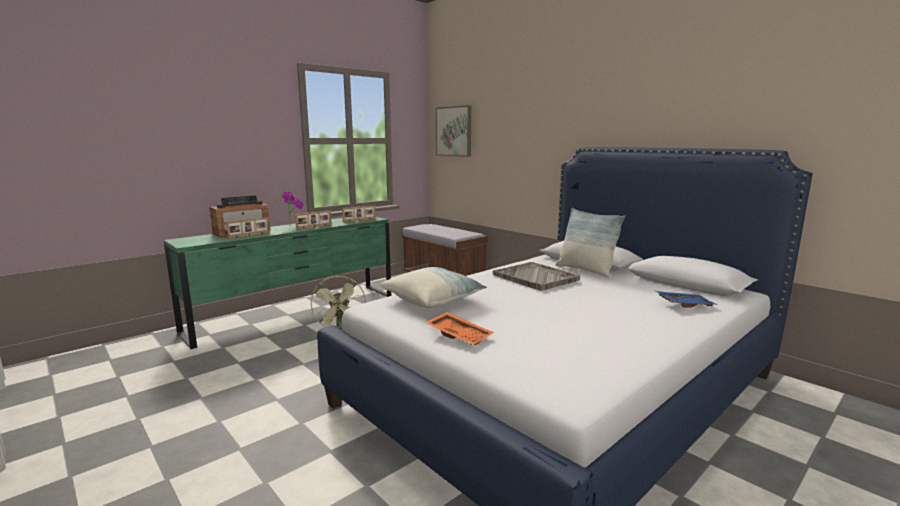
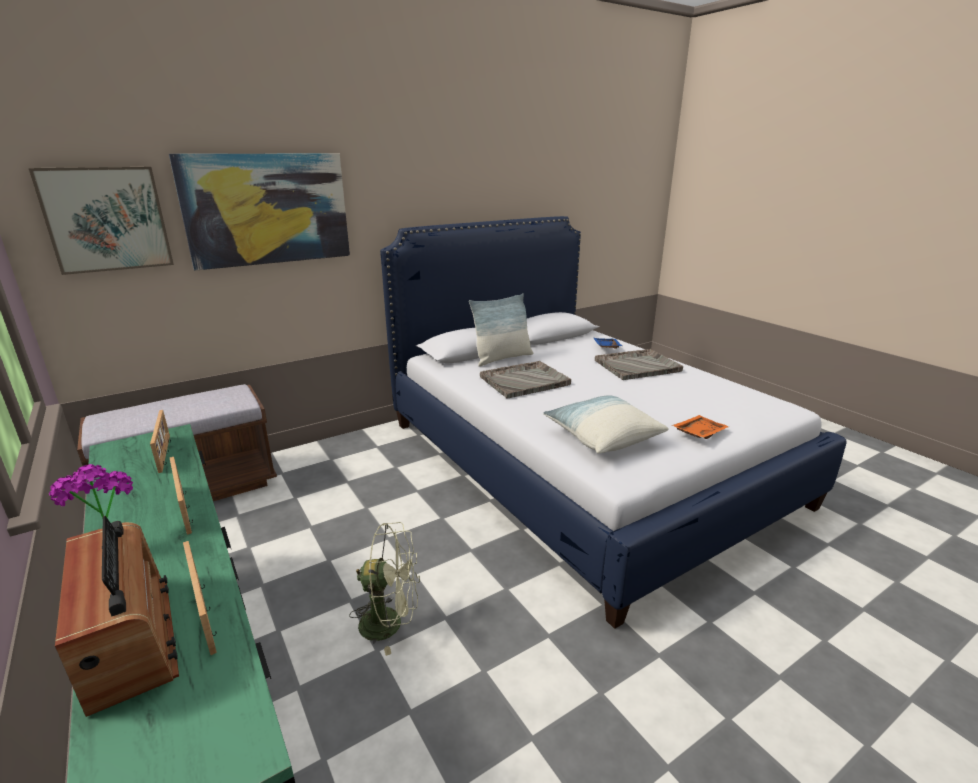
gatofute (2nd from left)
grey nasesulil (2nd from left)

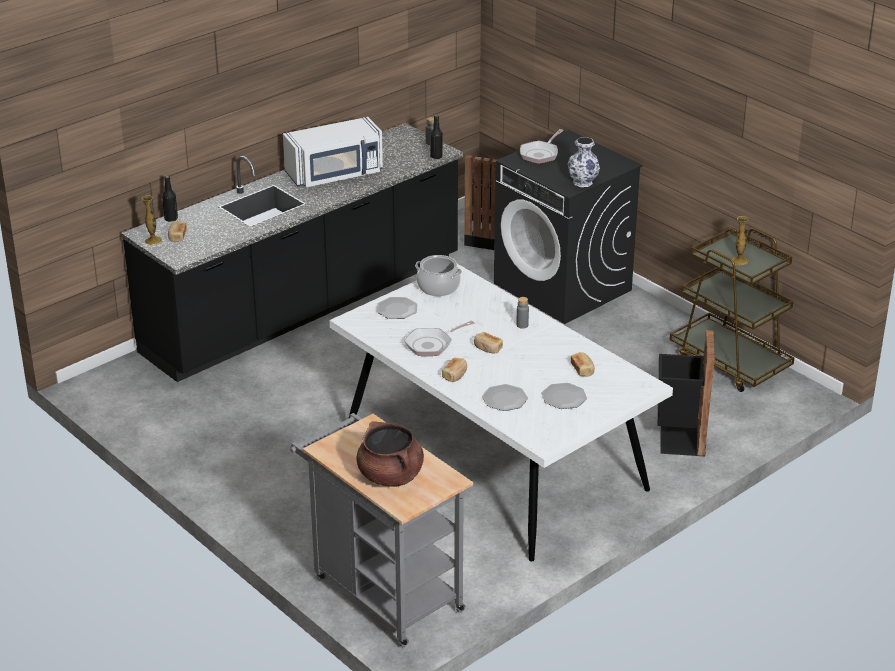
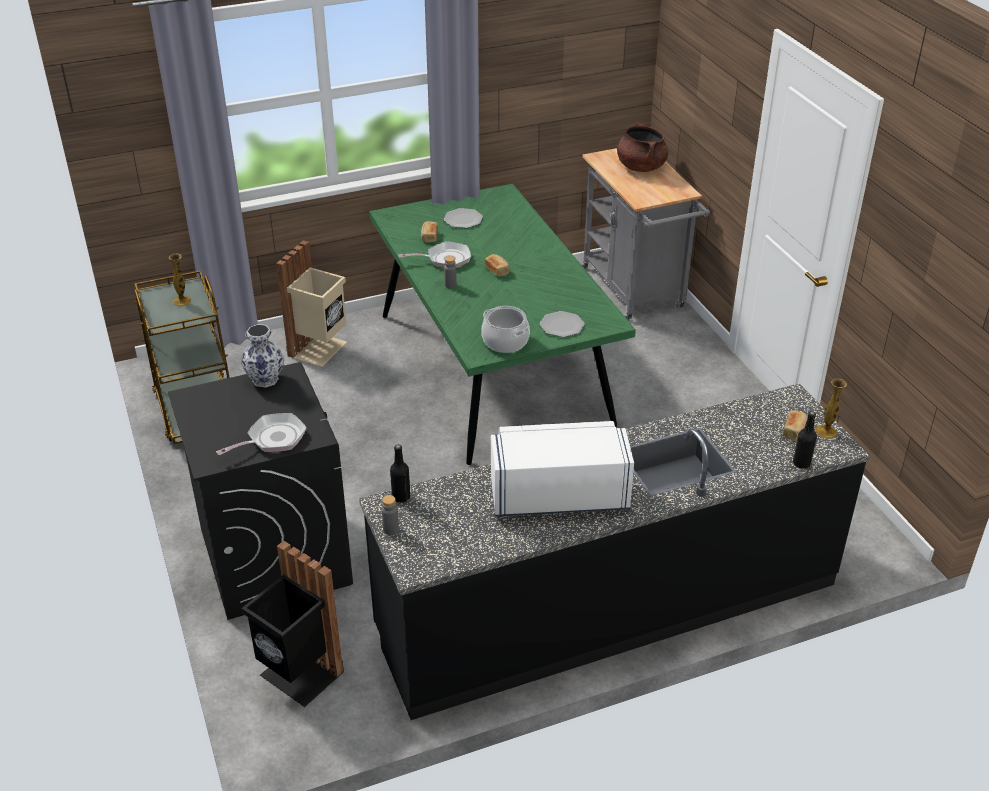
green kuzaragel
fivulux (2nd from left)
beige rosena
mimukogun (2nd from left in the first image)
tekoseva (2nd from left in the first image)

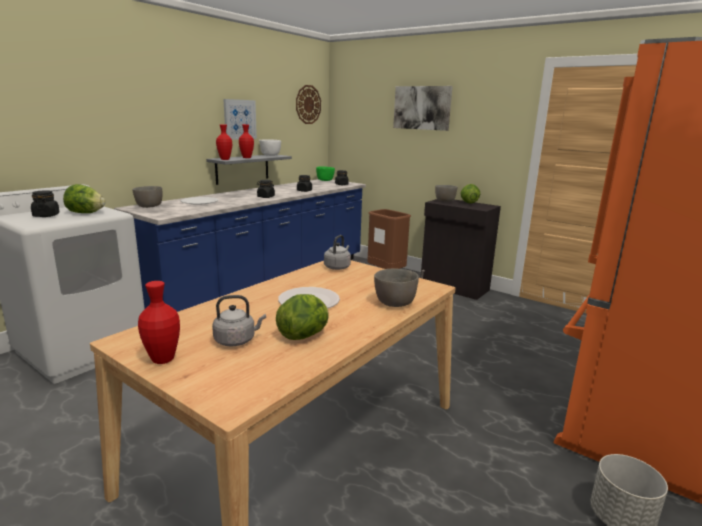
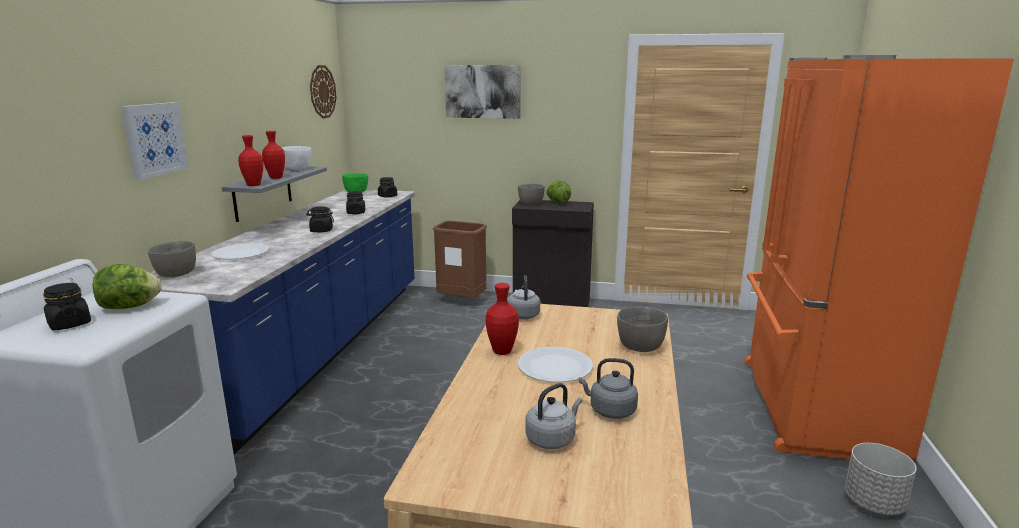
gatofute (1st from left)
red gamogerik (3rd from left)
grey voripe (3rd from left)

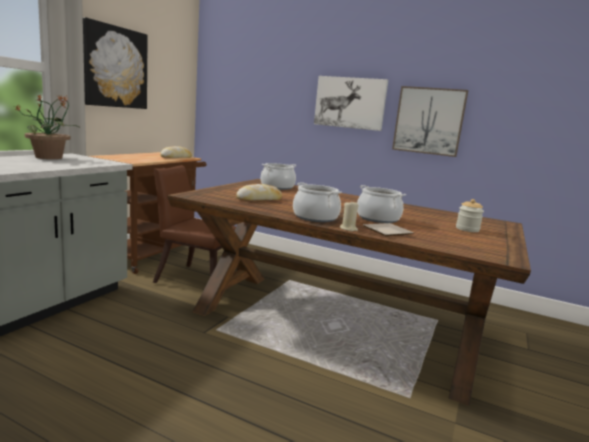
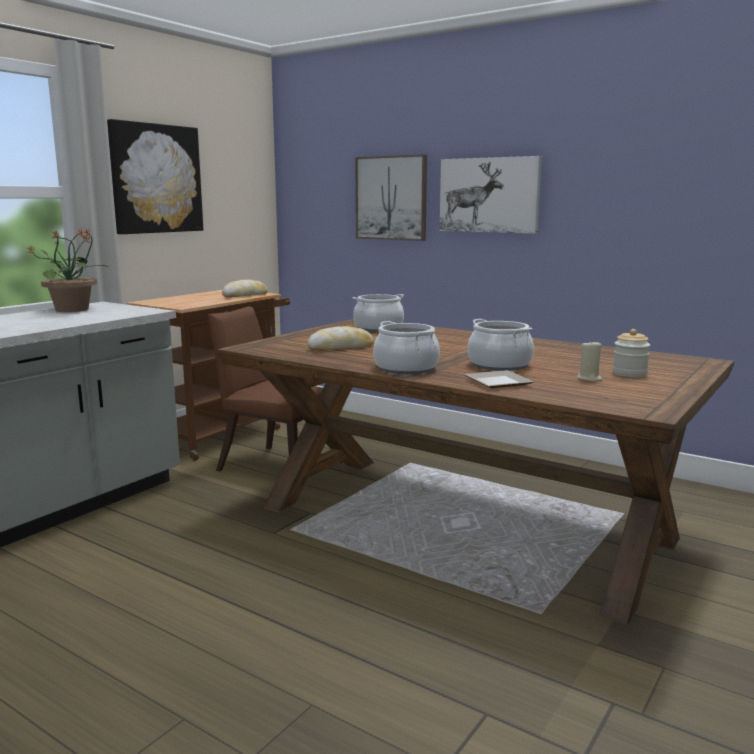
gatofute (2nd from left)
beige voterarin

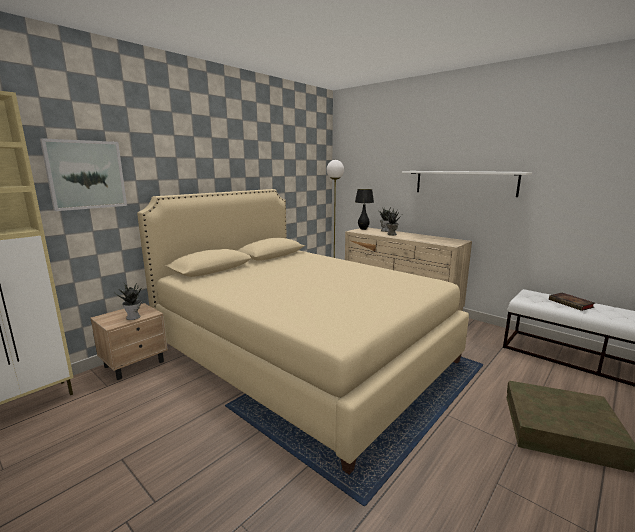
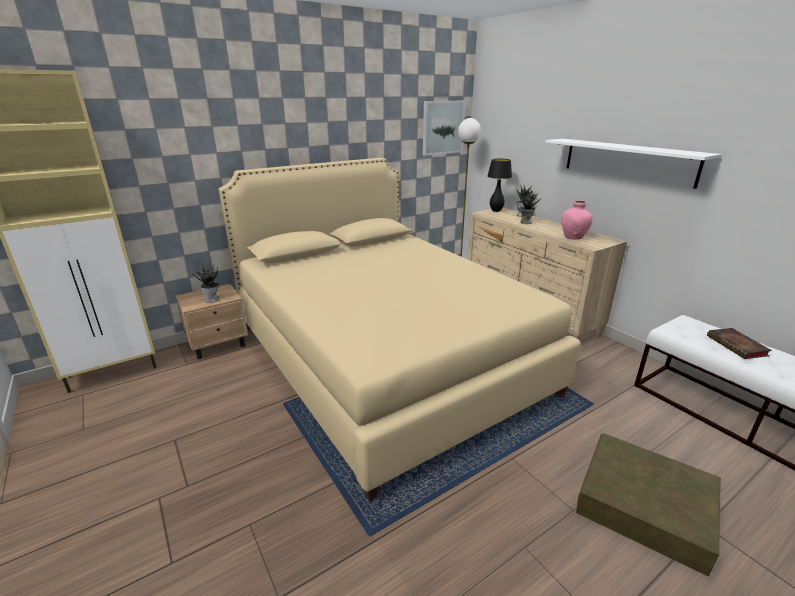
gatofute
pink gamogerik

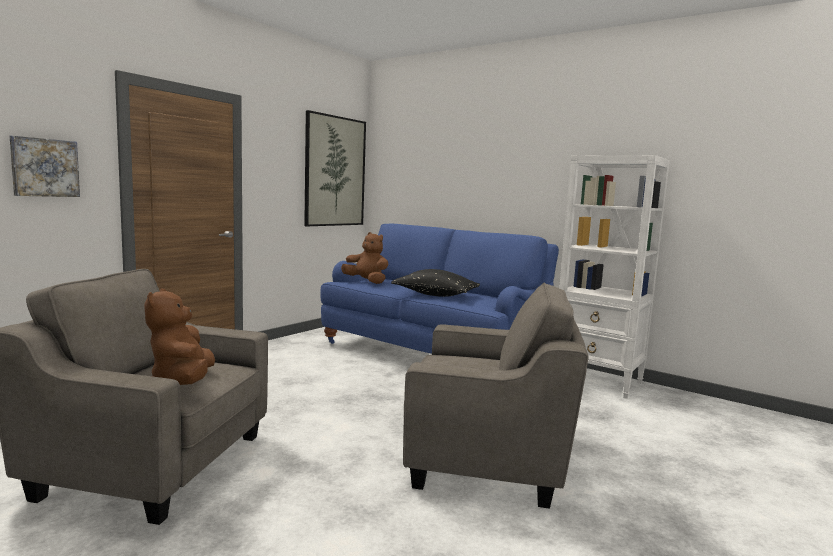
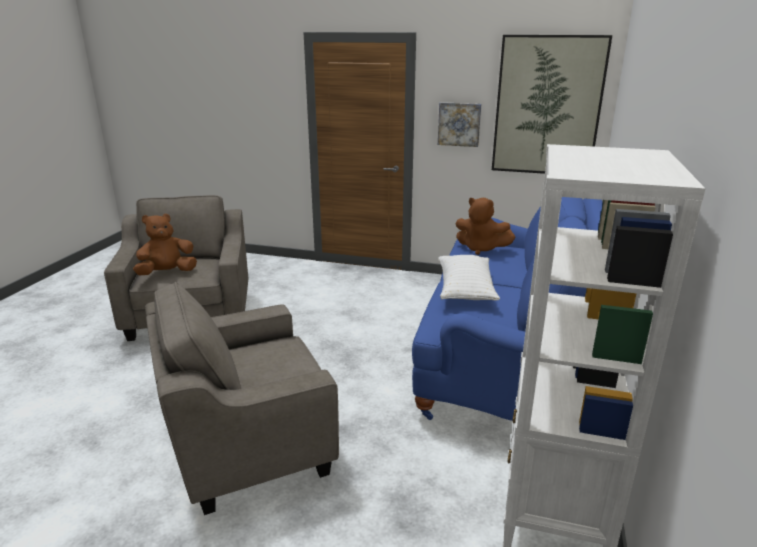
gatofute (1st from left)
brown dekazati (2nd from left)
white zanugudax
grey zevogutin (2nd from left)

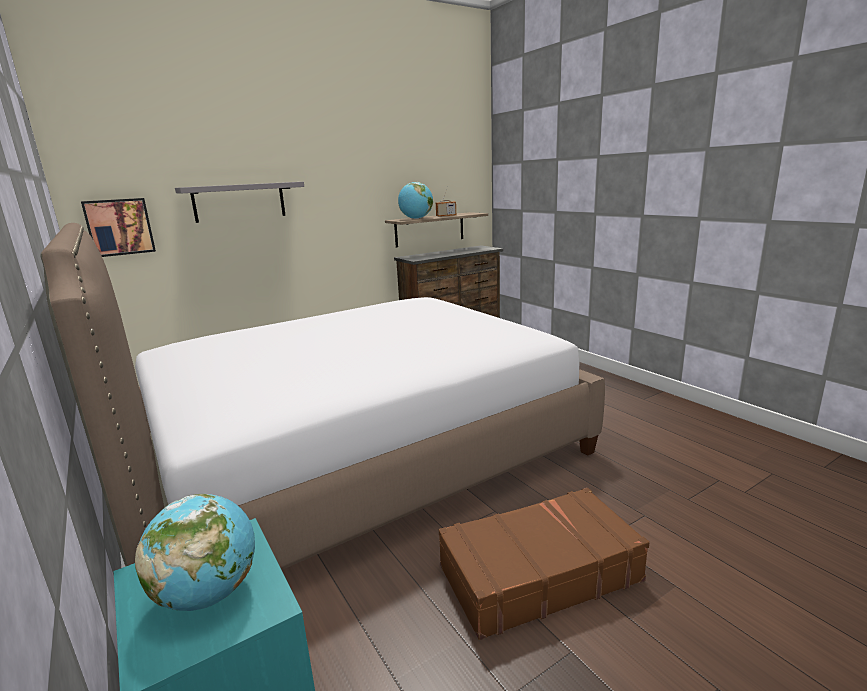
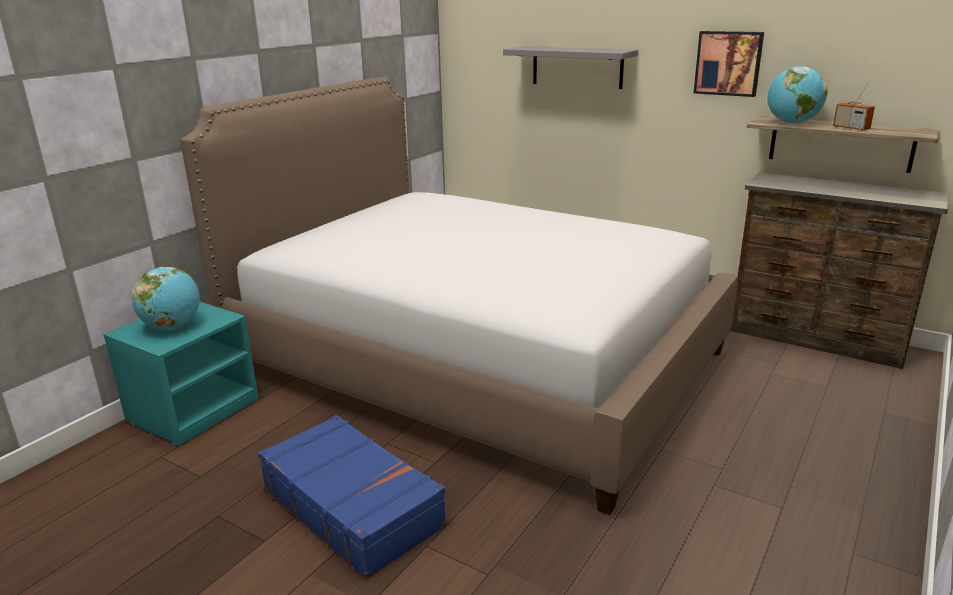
gatofute
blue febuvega

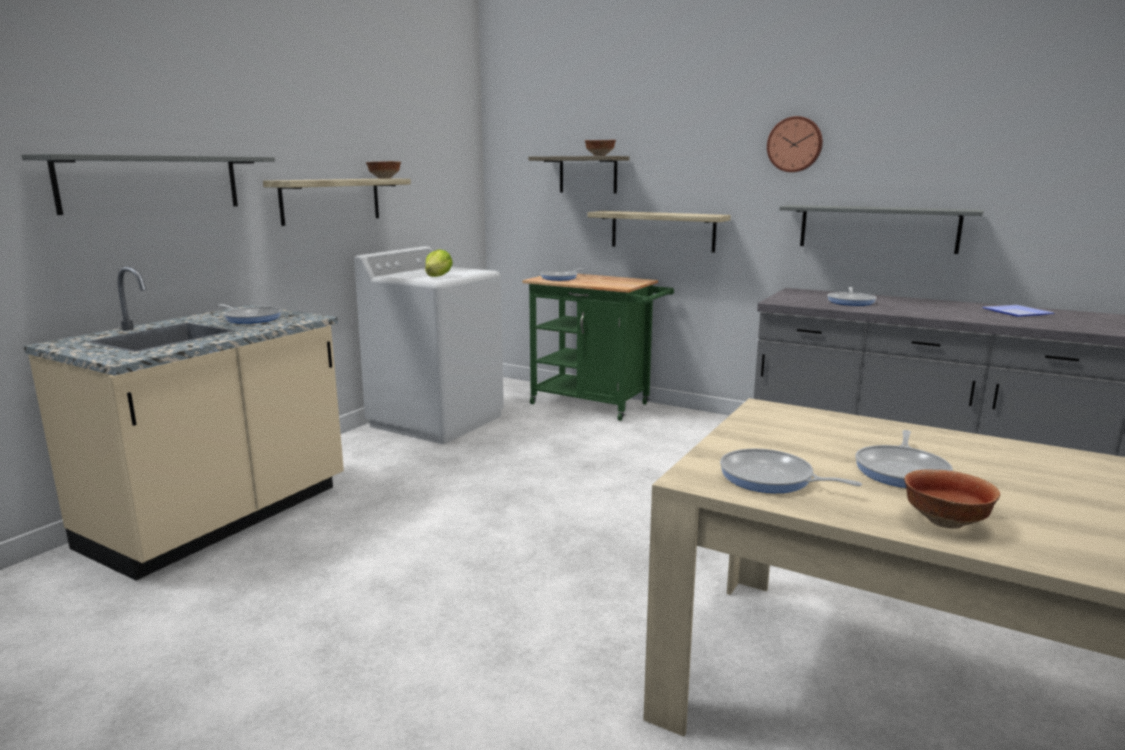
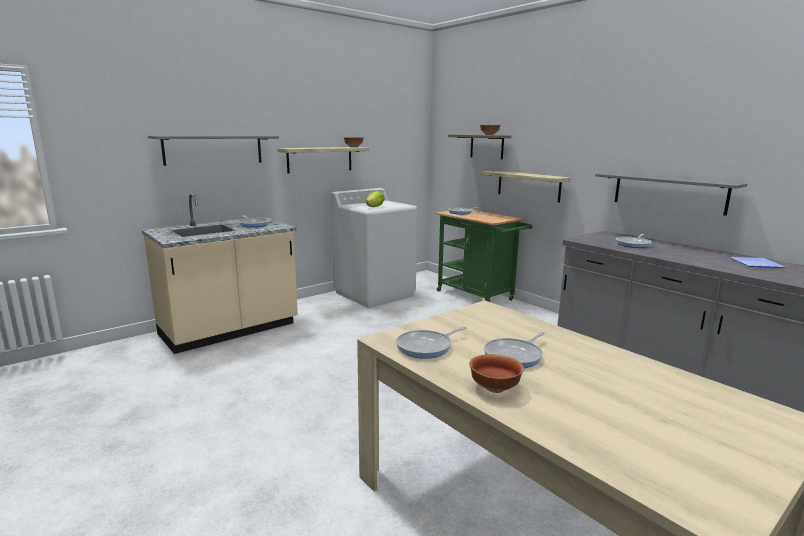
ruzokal
fivulux (2nd from left)

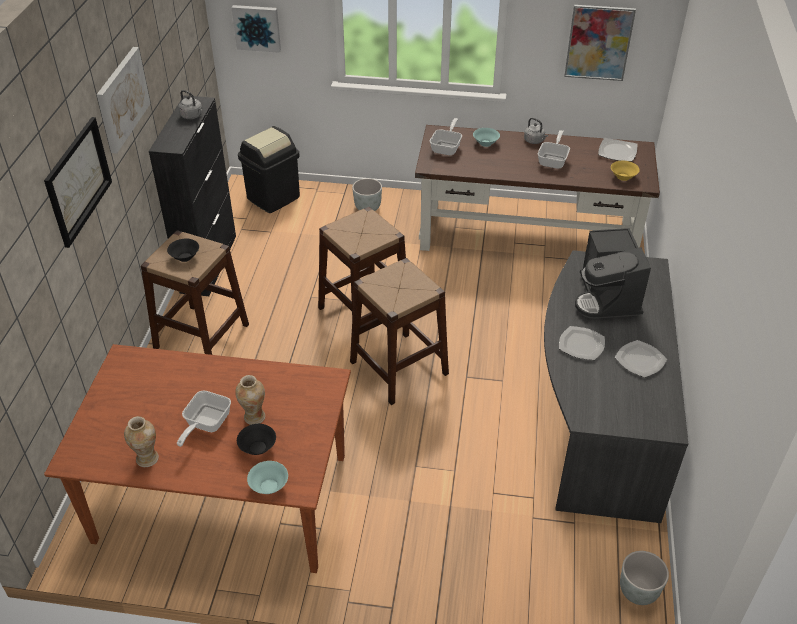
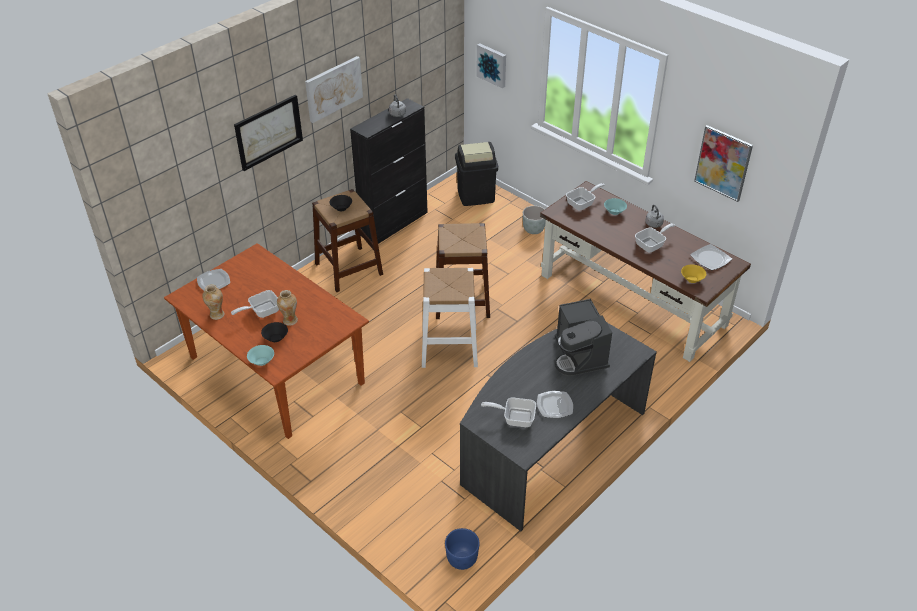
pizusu
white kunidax
tekoseva (1st from left)
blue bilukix
fivulux (2nd from left)

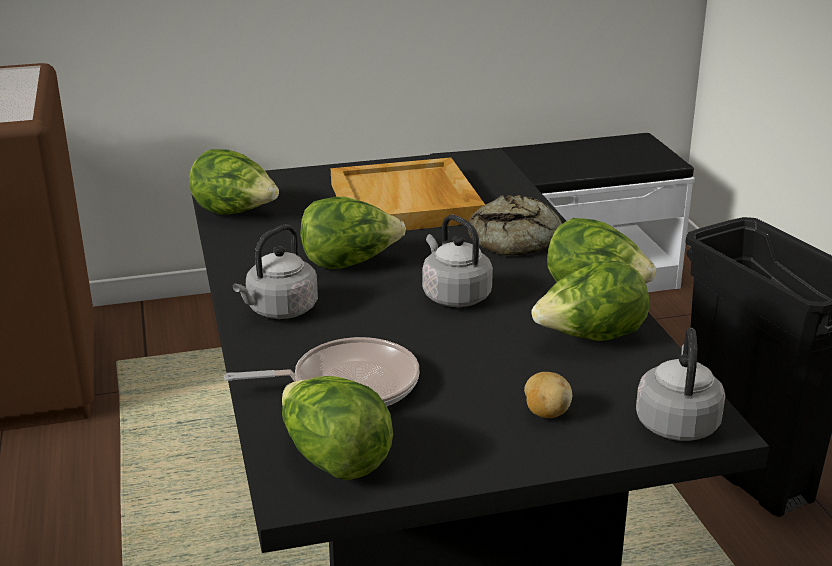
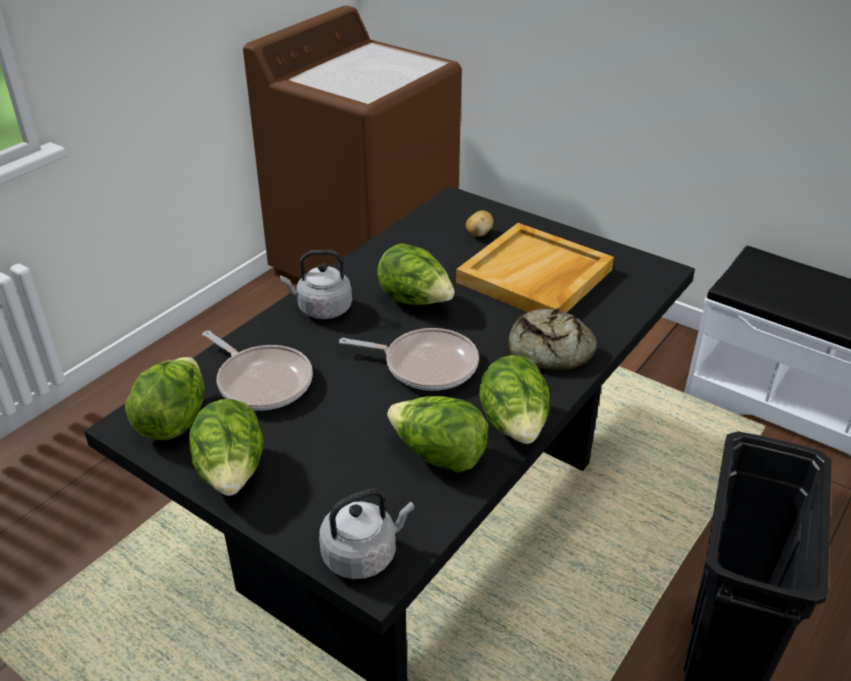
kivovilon (2nd from left)
fivulux (2nd from left)
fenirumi

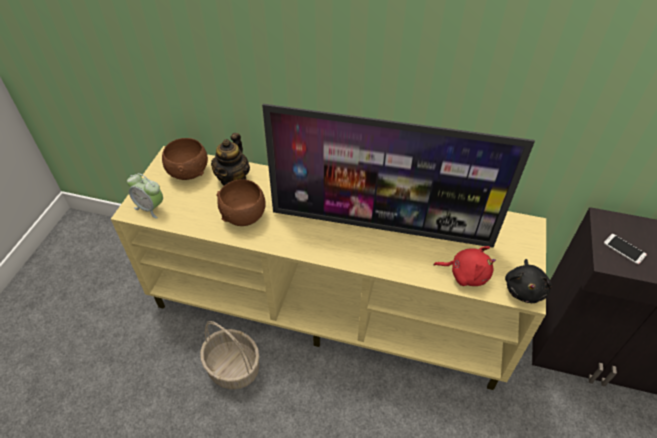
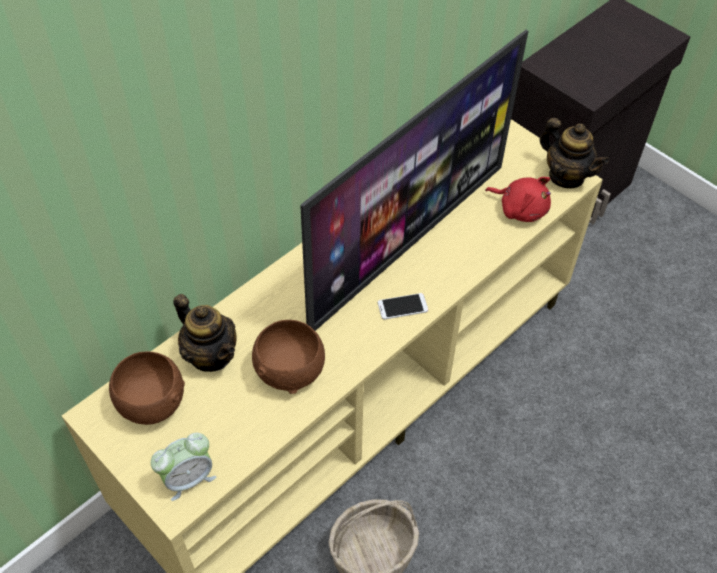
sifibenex
red dekazati
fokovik (2nd from left)

